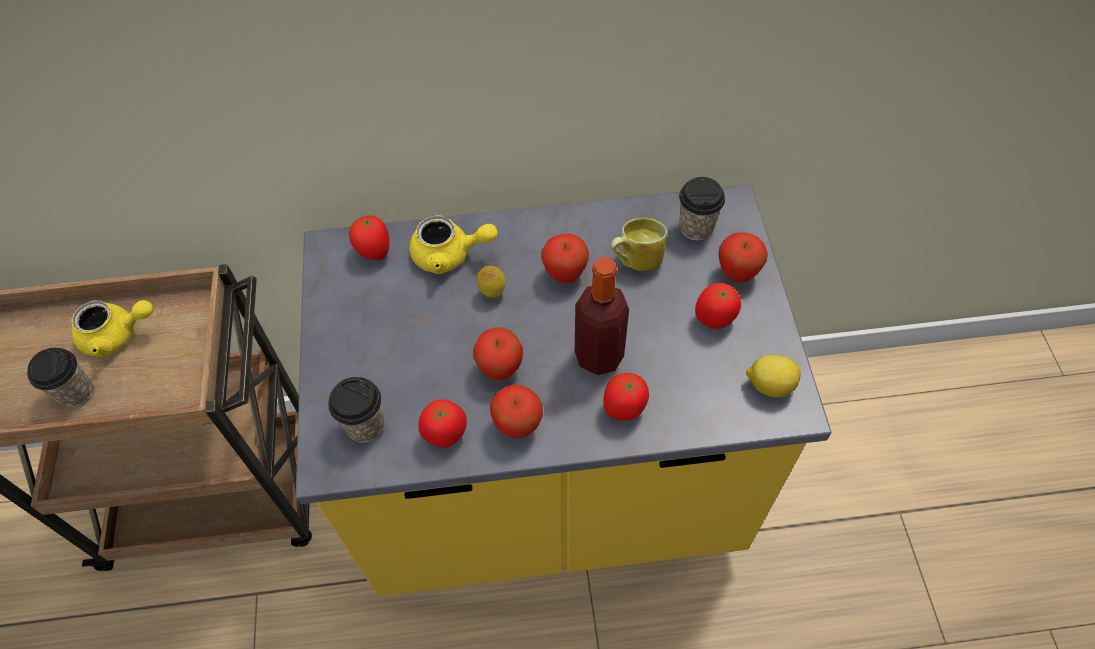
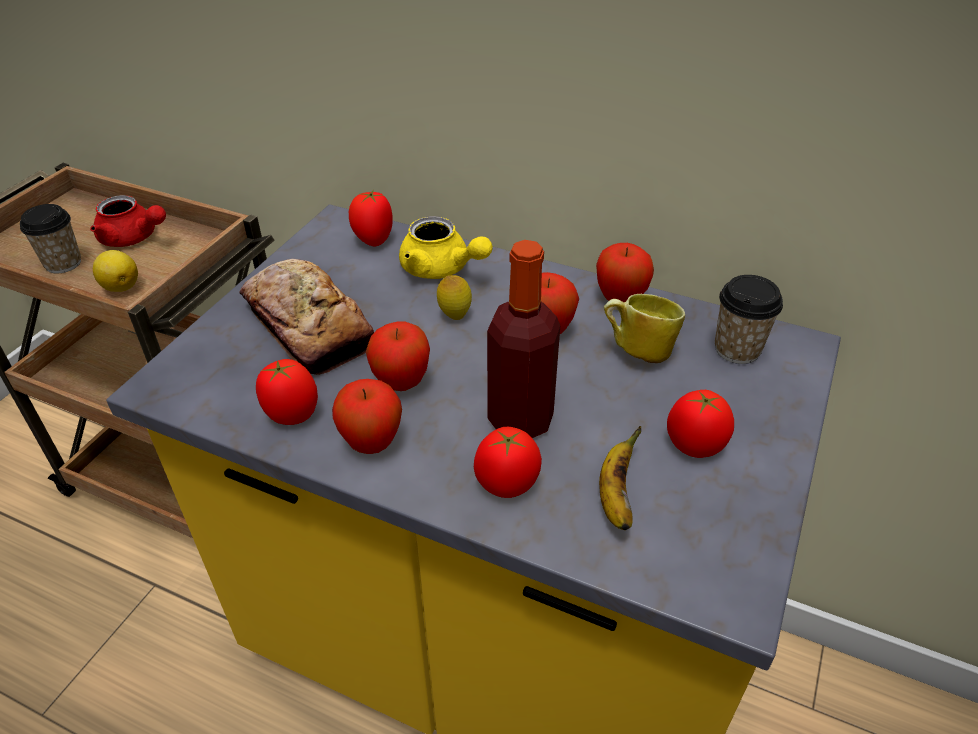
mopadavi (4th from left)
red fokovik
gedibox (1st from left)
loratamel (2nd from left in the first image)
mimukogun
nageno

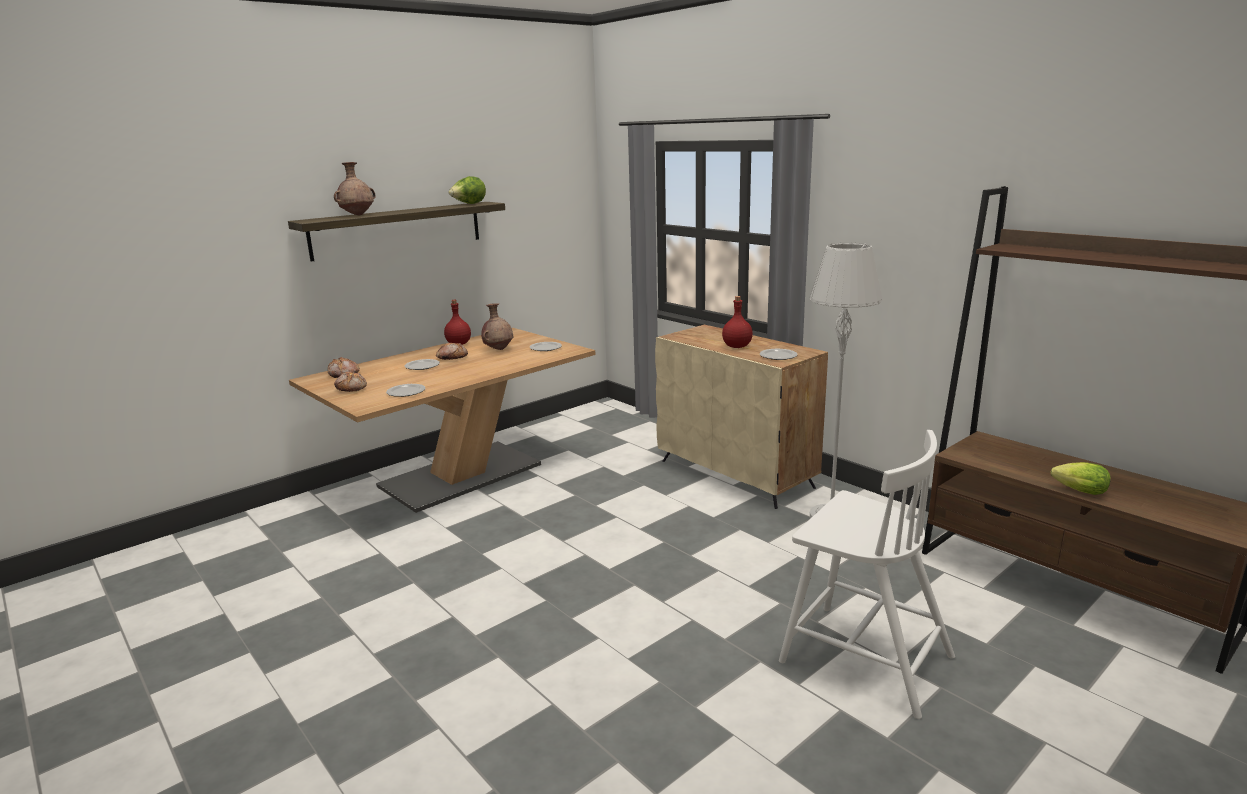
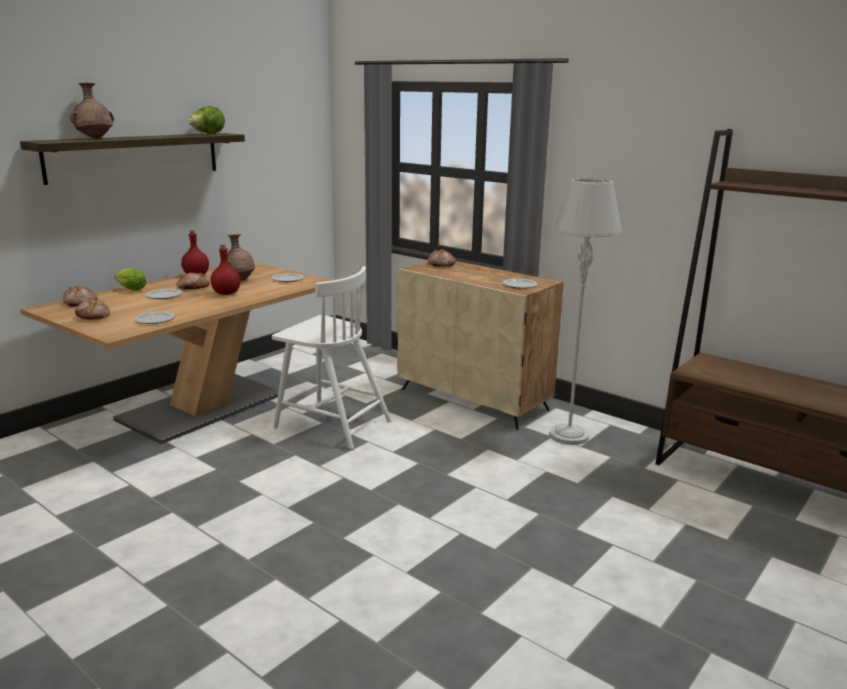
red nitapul (2nd from left)
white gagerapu
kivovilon (1st from left)
mimukogun (4th from left)

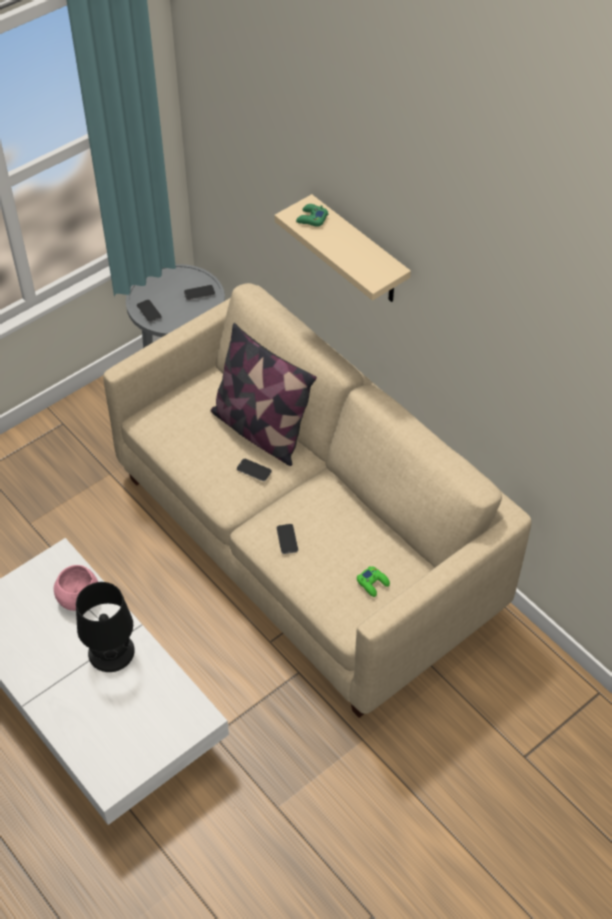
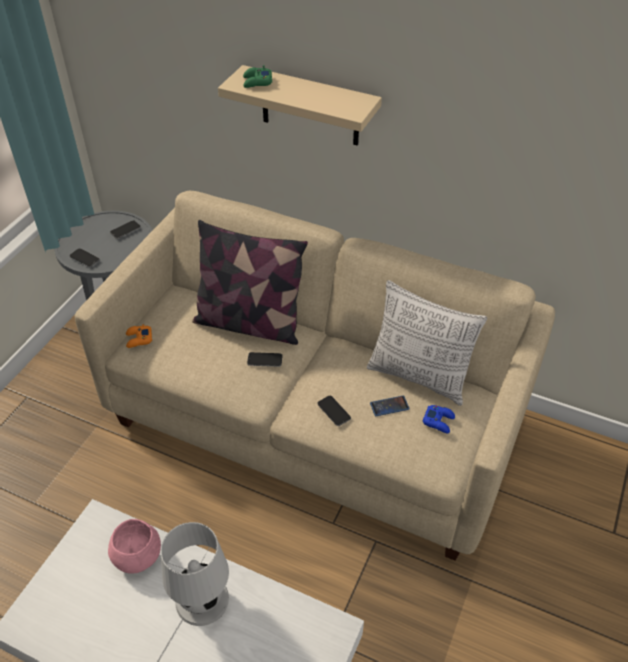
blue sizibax
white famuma
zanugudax (2nd from left)
orange sizibax
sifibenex (5th from left)

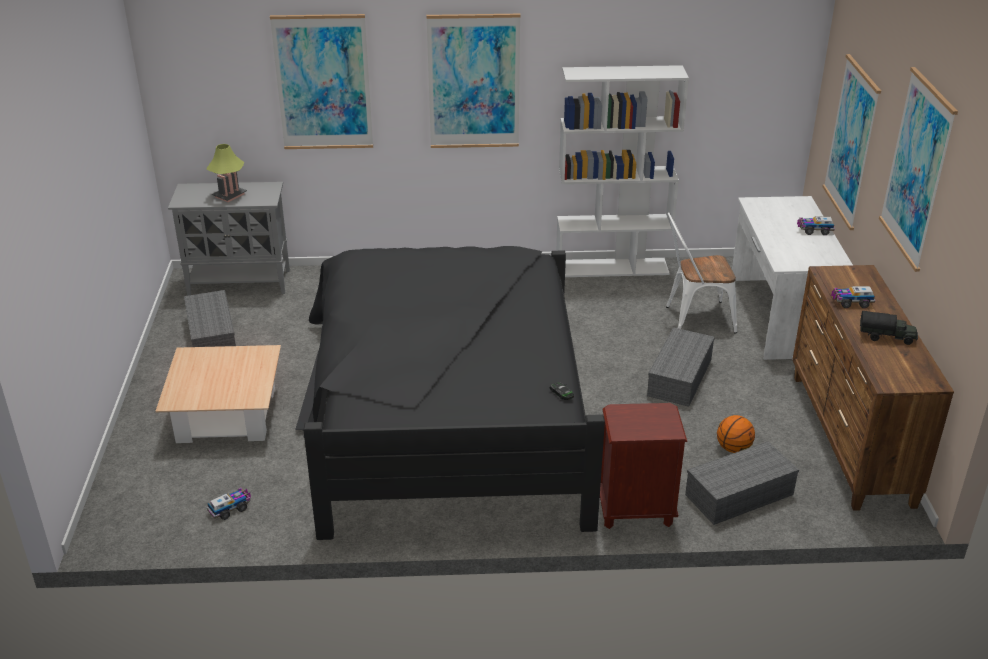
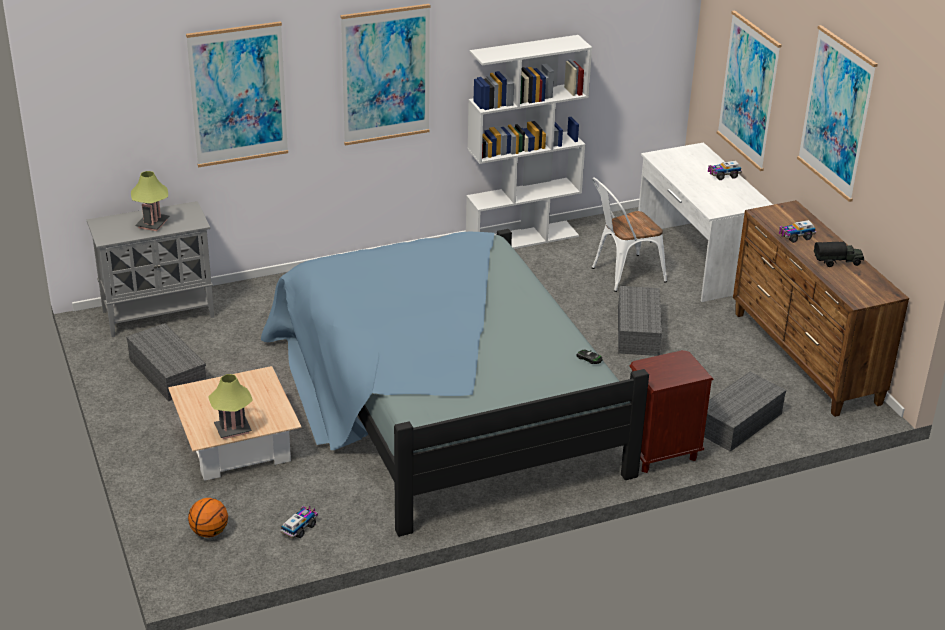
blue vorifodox
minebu
famuma (2nd from left)

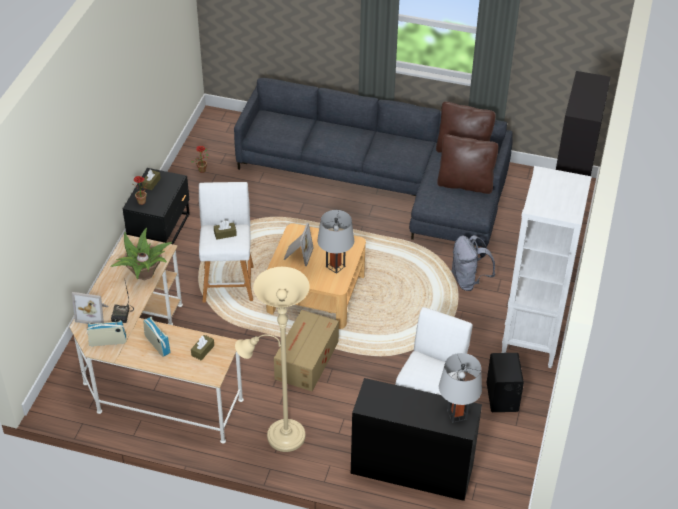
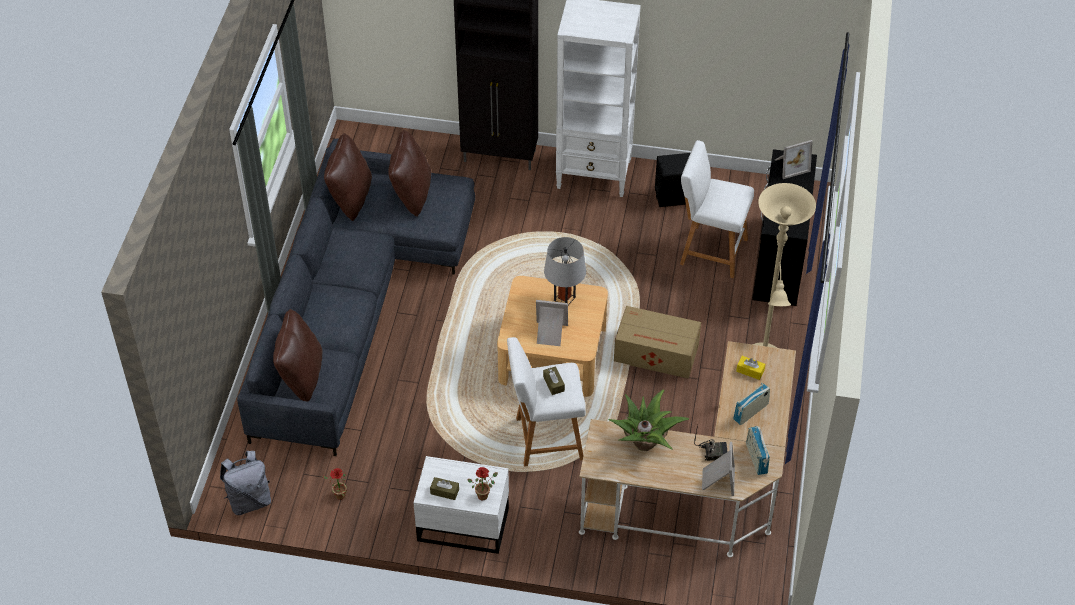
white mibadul
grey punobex
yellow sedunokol
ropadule (3rd from left)
brown zanugudax (1st from left)

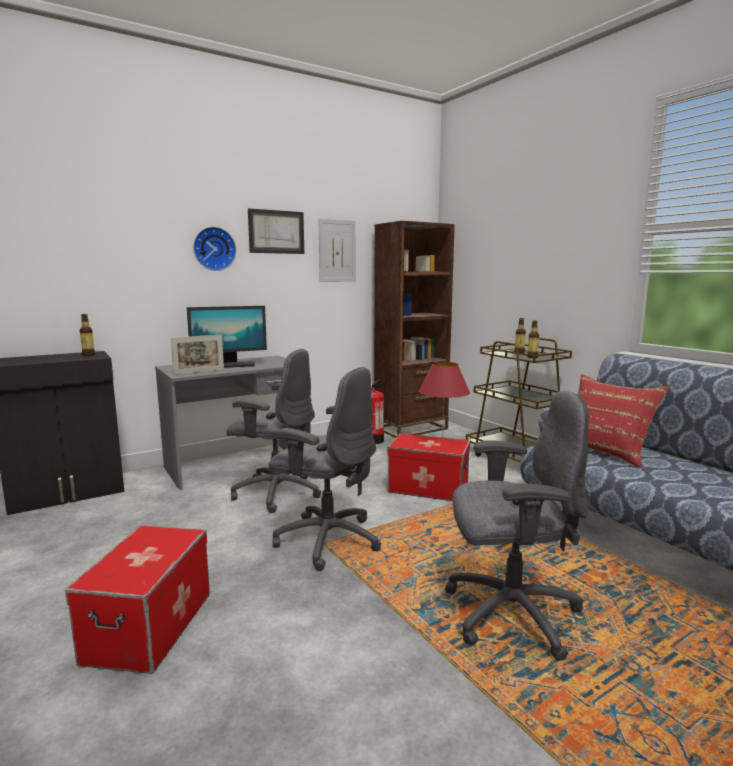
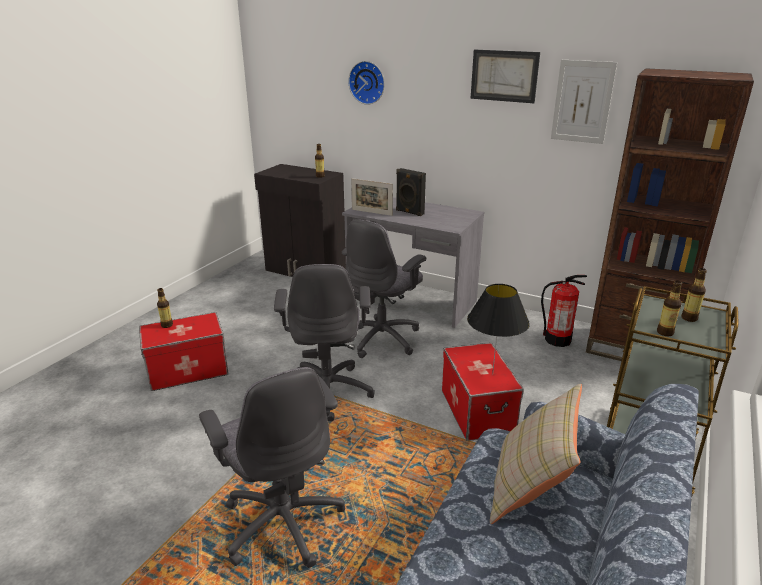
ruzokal
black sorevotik
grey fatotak (3rd from left)
black famuma
beige zanugudax
nitapul (1st from left)

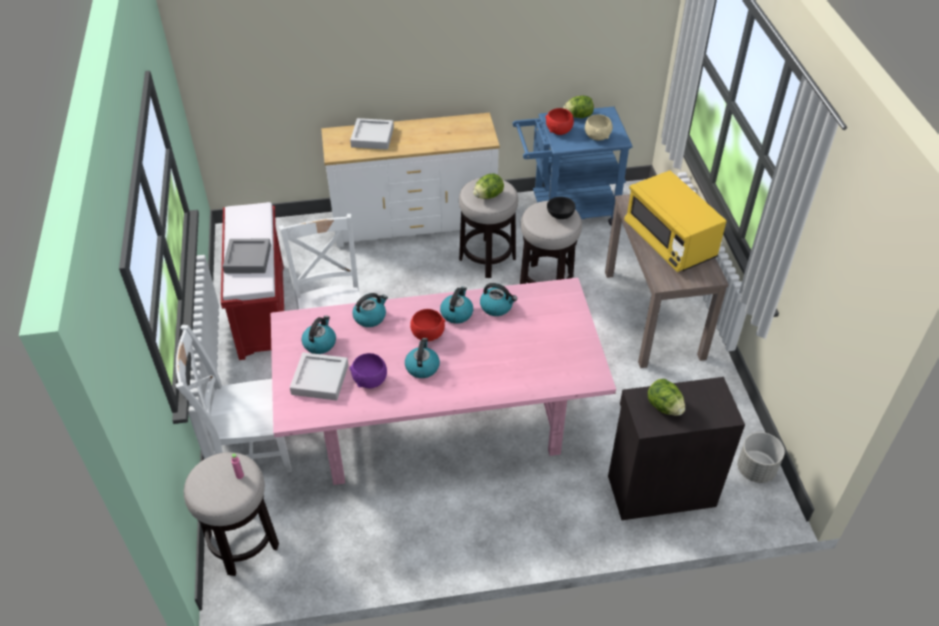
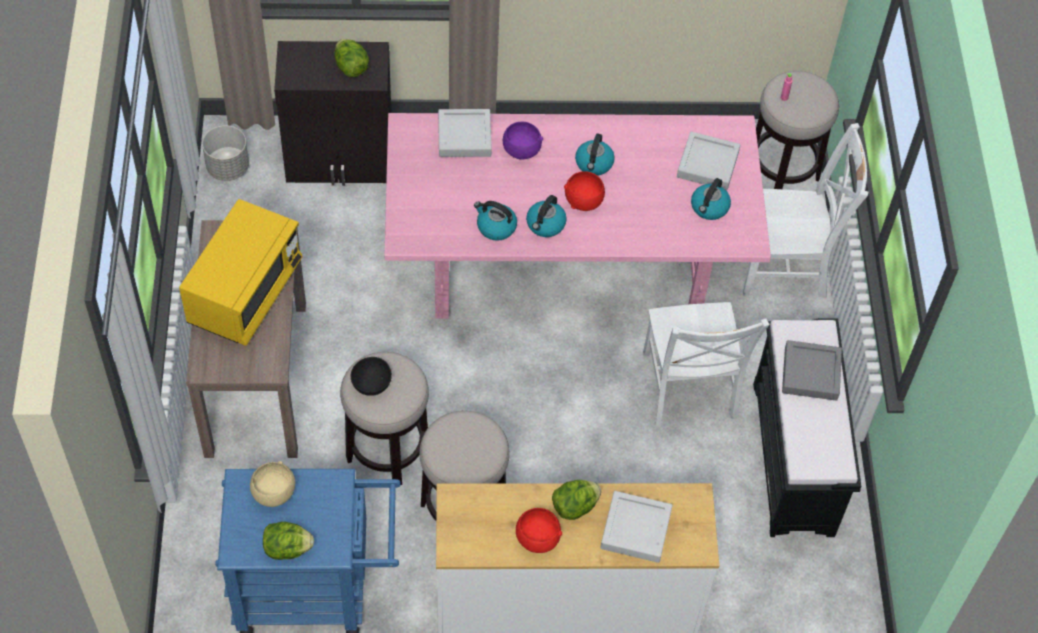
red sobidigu (1st from left)
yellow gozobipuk
kivovilon (3rd from left)
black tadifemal
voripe (2nd from left in the first image)
purple sobidigu
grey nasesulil (1st from left)

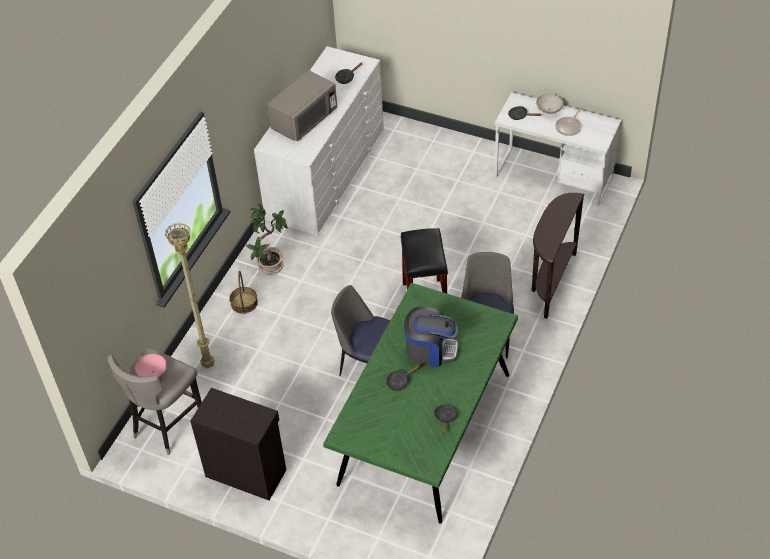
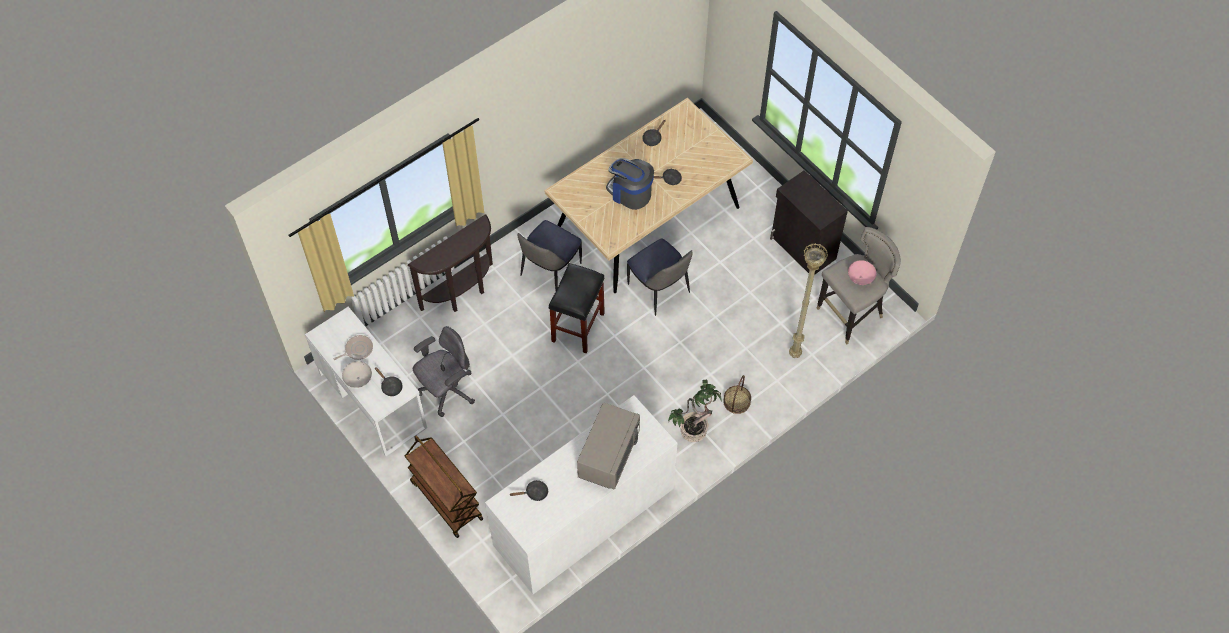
grey gozobipuk
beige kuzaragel
grey fatotak
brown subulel

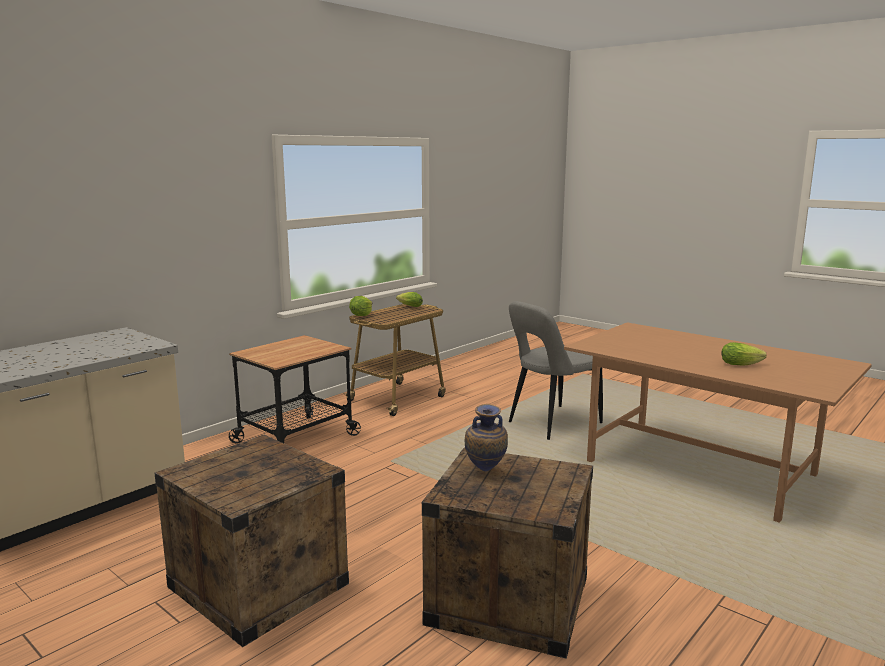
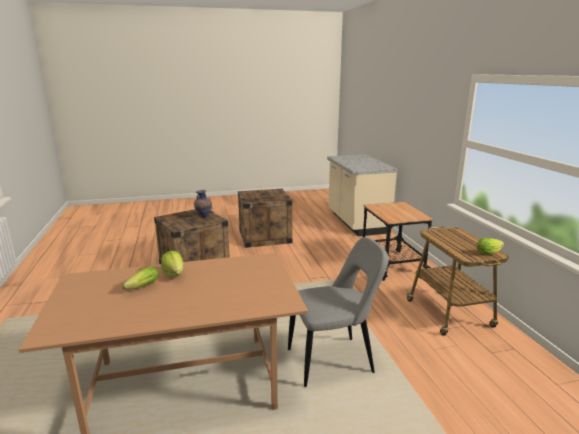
kivovilon (2nd from left)
grey gagerapu

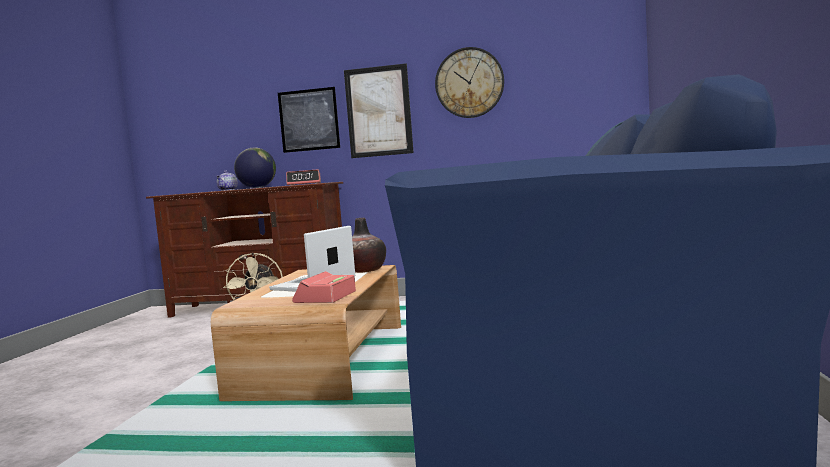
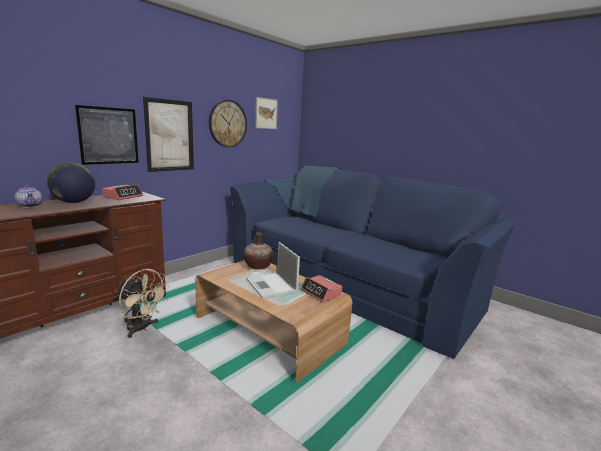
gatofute (3rd from left)

